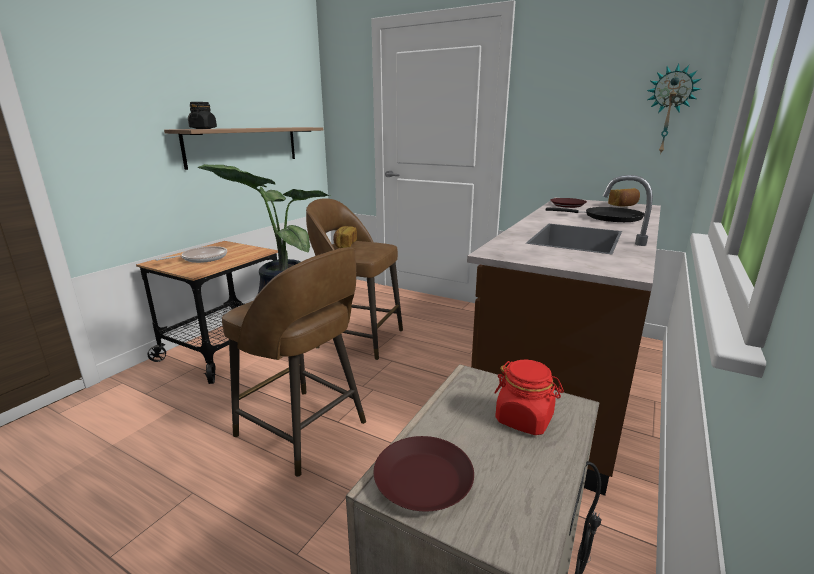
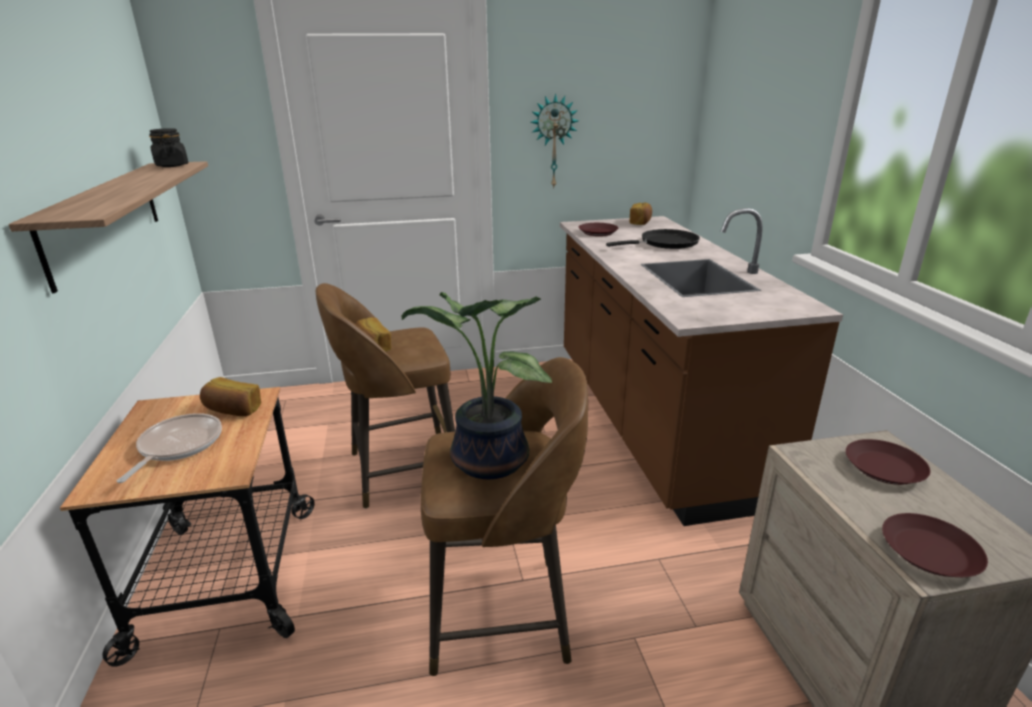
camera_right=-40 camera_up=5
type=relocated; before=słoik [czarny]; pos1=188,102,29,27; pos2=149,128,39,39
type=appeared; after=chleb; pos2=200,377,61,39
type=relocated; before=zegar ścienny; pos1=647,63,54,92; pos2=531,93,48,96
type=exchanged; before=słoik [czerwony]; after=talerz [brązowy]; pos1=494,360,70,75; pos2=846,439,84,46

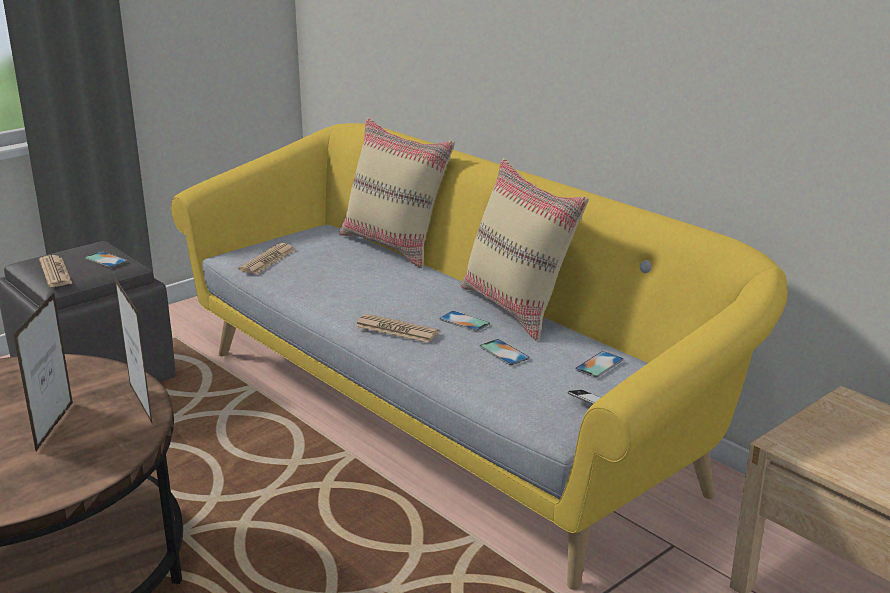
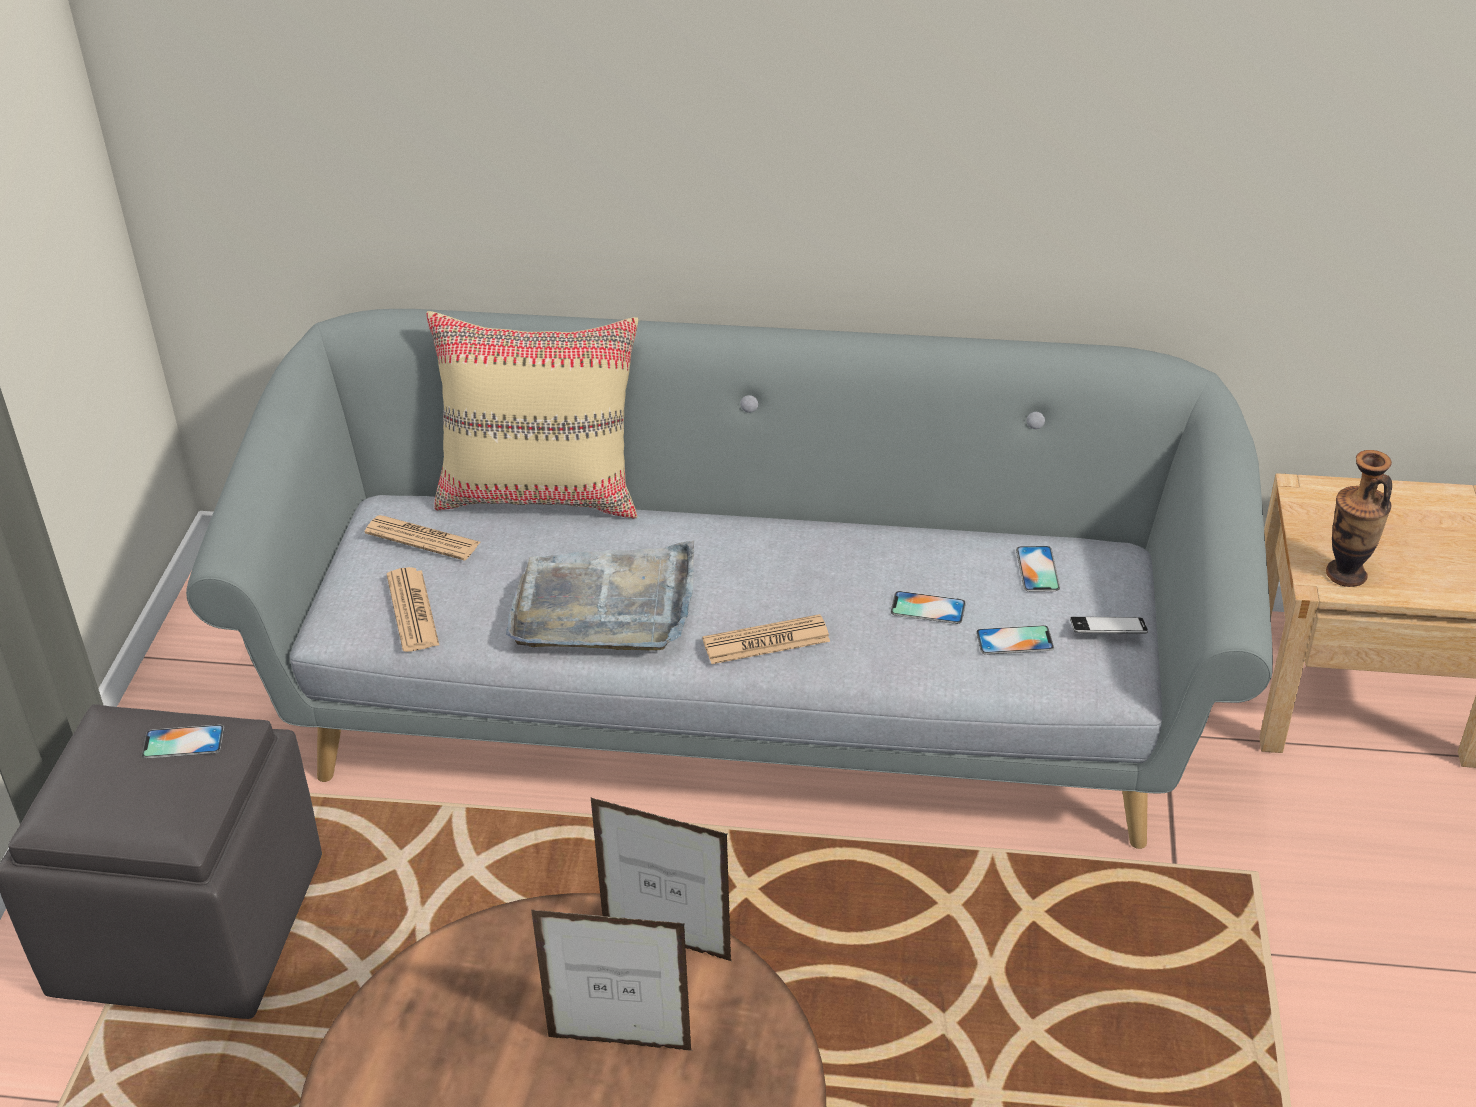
camera_right=-40 camera_up=15
type=colour; before=kanapa [żółty]; after=kanapa [szary]; pos1=171,123,617,467; pos2=186,309,1087,540
type=relocated; before=gazeta; pos1=39,255,33,32; pos2=365,515,115,45
type=appeared; after=taca [szary]; pos2=506,540,188,111
type=spun; before=ramka na zdjęcie; pos1=13,292,60,159; pos2=531,910,161,141; turn=135
type=relocated; before=telefon; pos1=439,311,51,21; pos2=976,625,78,30
type=appeared; after=wazon; pos2=1326,450,66,137
type=missing; before=poduszka [beżowy]; pos1=461,158,128,183

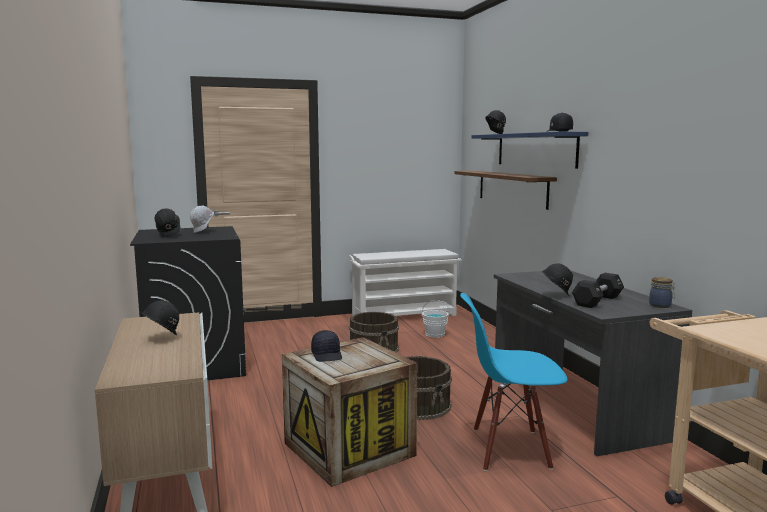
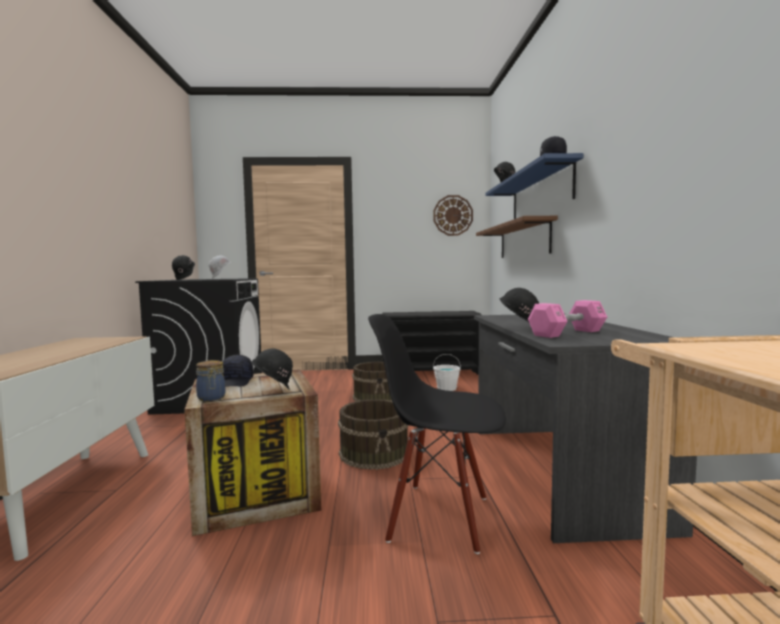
camera_right=15 camera_up=-5
type=relocated; before=słoik; pos1=649,277,26,31; pos2=196,360,29,41
type=relocated; before=kask [czarny]; pos1=142,300,37,36; pos2=251,348,42,43
type=colour; before=krzesło [niebieski]; after=krzesło [czarny]; pos1=460,293,108,178; pos2=368,314,138,240
type=colour; before=regał na buty [biały]; after=regał na buty [czarny]; pos1=348,249,114,67; pos2=382,311,99,64
type=appeared; after=zegar ścienny; pos2=433,195,40,41
type=colour; before=hantel [czarny]; after=hantel [różowy]; pos1=572,273,52,35; pos2=528,300,79,38

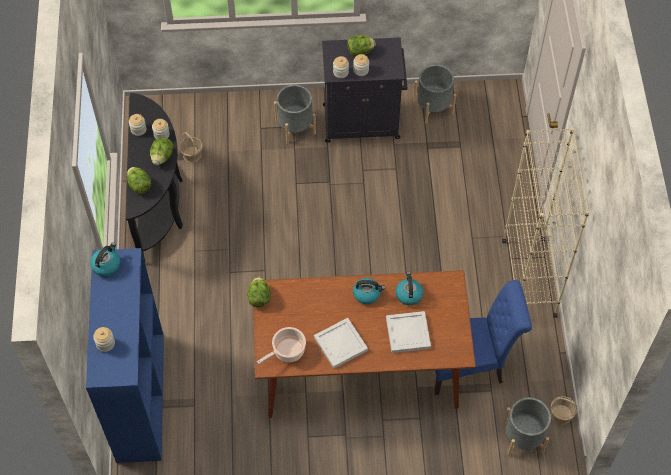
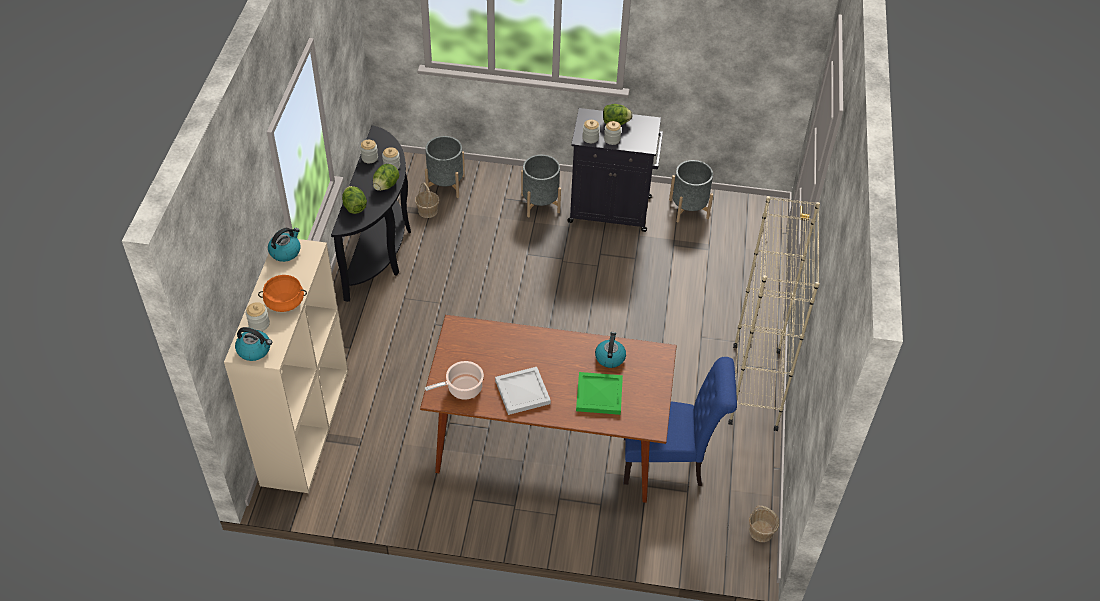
camera_right=10 camera_up=-10
type=colour; before=regał [niebieski]; after=regał [beżowy]; pos1=86,248,78,215; pos2=224,239,124,254
type=relocated; before=czajnik; pos1=353,278,32,26; pos2=235,327,37,34
type=appeared; after=garnek [pomarańczowy]; pos2=258,275,49,37
type=relocated; before=donica [szary]; pos1=503,398,48,58; pos2=425,136,40,62
type=colour; before=taca [biały]; after=taca [zielony]; pos1=386,311,45,42; pos2=576,372,47,43
type=missing; before=sałata; pos1=247,277,24,30

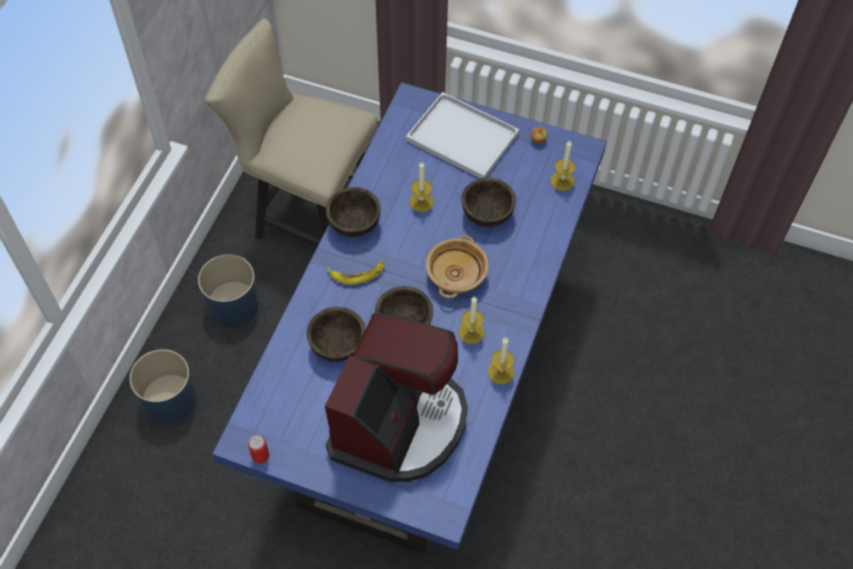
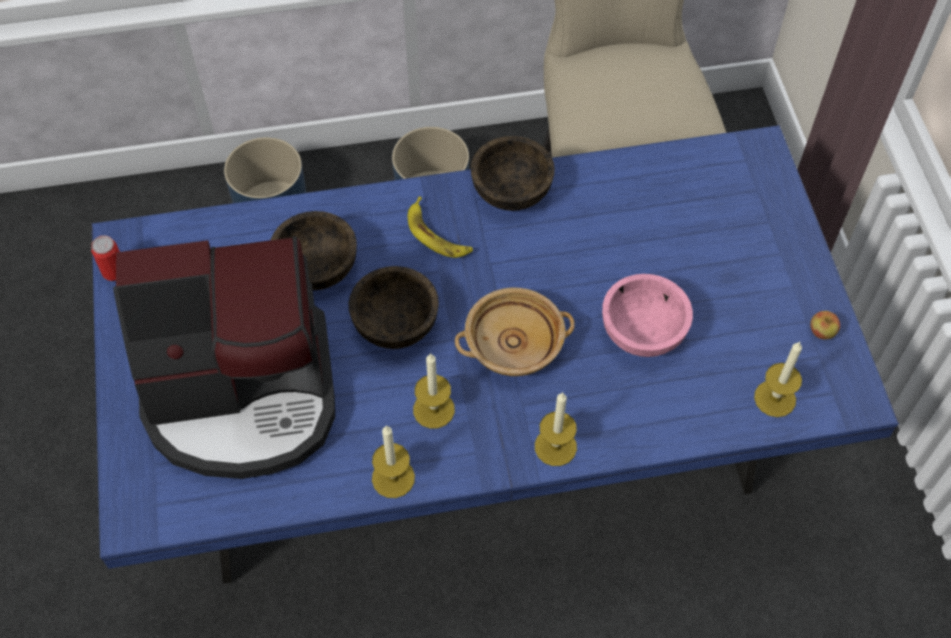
camera_right=60 camera_up=0
type=relocated; before=świeca; pos1=409,162,25,50; pos2=535,392,42,74
type=colour; before=miska [brązowy]; after=miska [różowy]; pos1=462,178,54,49; pos2=602,274,91,83
type=missing; before=taca [biały]; pos1=406,92,114,86

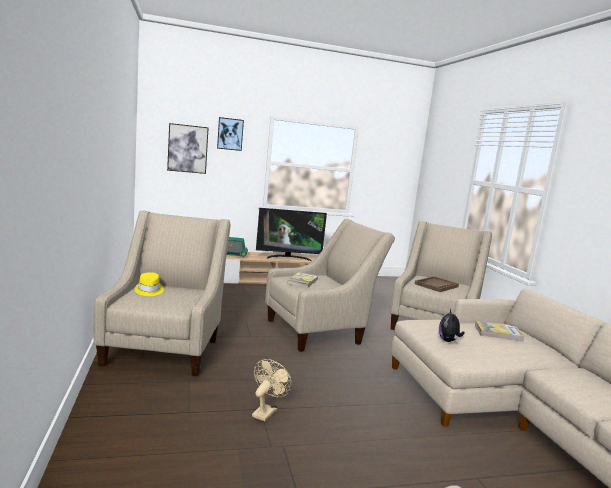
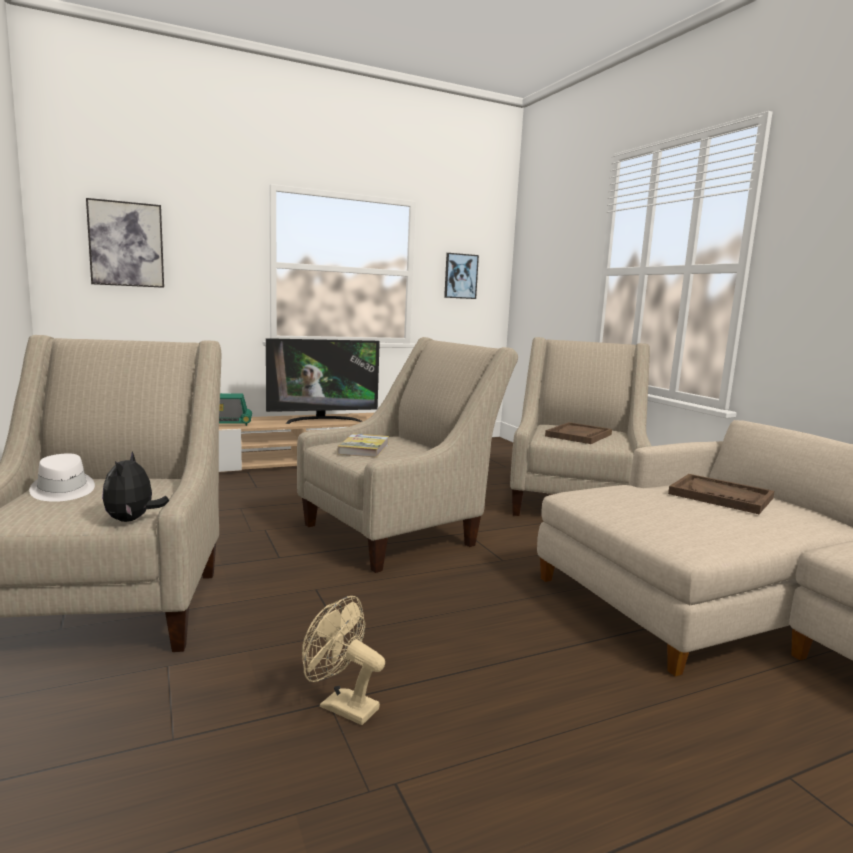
camera_right=-10 camera_up=0
type=colour; before=kapelusz [żółty]; after=kapelusz [biały]; pos1=135,272,29,24; pos2=29,453,66,49
type=relocated; before=pluszak; pos1=439,309,26,33; pos2=102,452,67,70
type=spun; before=wentylator [beżowy]; pos1=252,359,40,62; pos2=302,596,83,129; turn=-75
type=relocated; before=obraz; pos1=217,117,27,34; pos2=444,253,35,46
type=exchanged; before=książka; after=taca [brązowy]; pos1=475,321,50,21; pos2=668,474,106,40

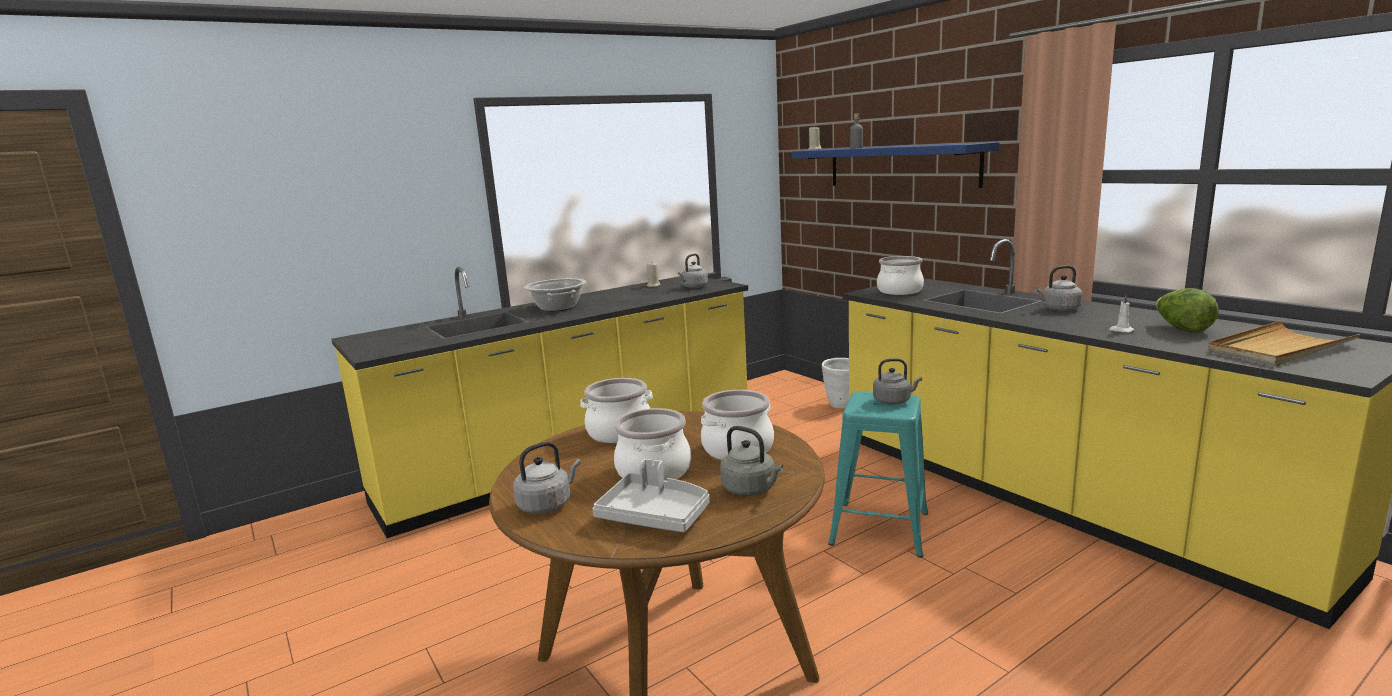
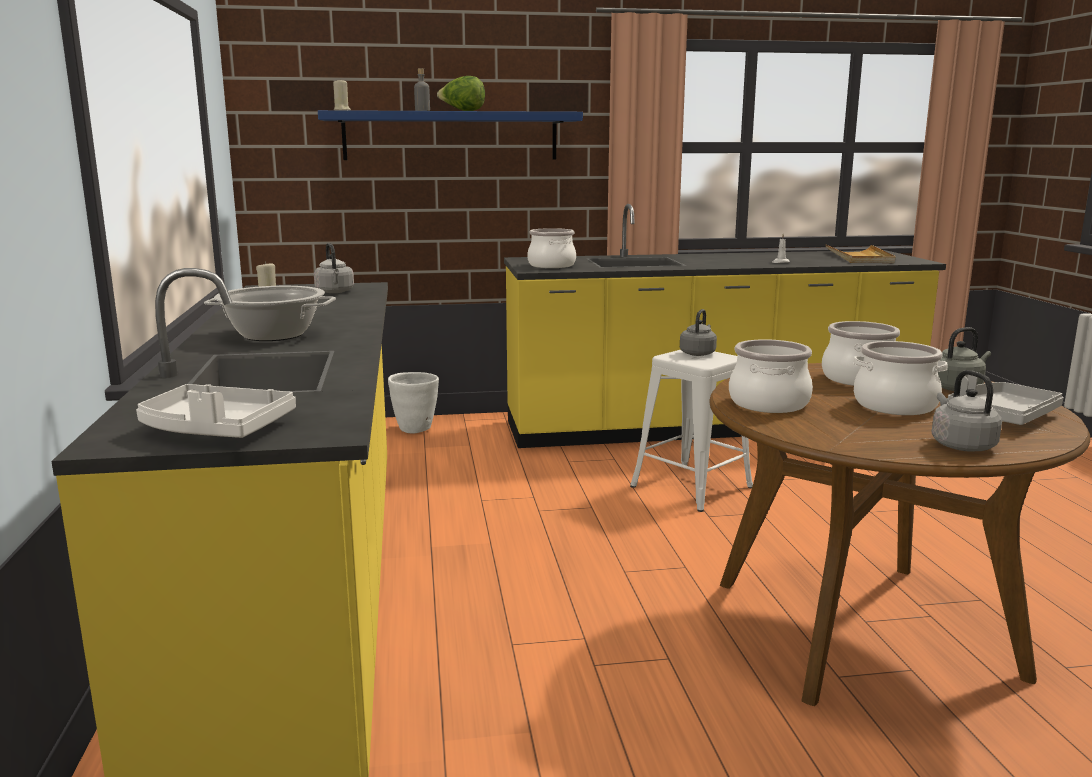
camera_right=-65 camera_up=0
type=appeared; after=taca [biały]; pos2=136,384,160,54
type=relocated; before=sałata; pos1=1156,288,63,45; pos2=437,76,48,35
type=colour; before=stołek [turkusowy]; after=stołek [biały]; pos1=828,392,100,166; pos2=630,350,123,162
type=missing; before=czajnik [szary]; pos1=1034,266,48,45

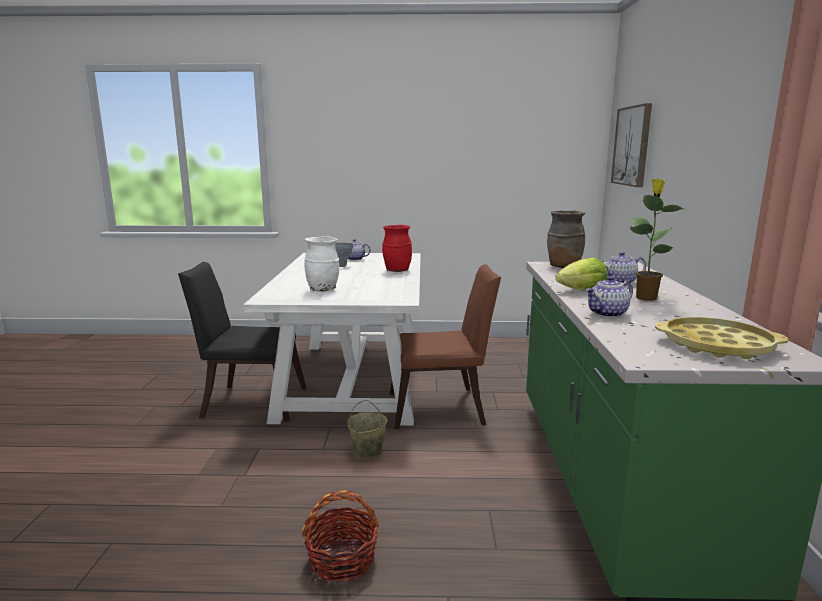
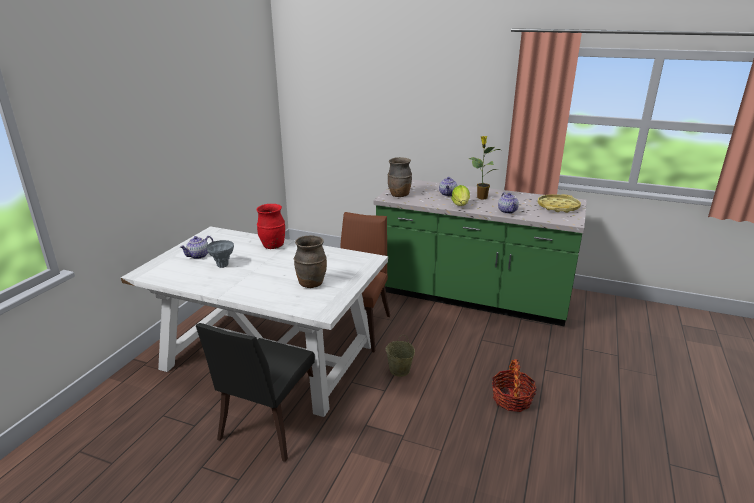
camera_right=-70 camera_up=10
type=colour; before=wazon [biały]; after=wazon [brązowy]; pos1=304,236,35,55; pos2=294,235,33,53
type=missing; before=obraz; pos1=611,103,41,84

